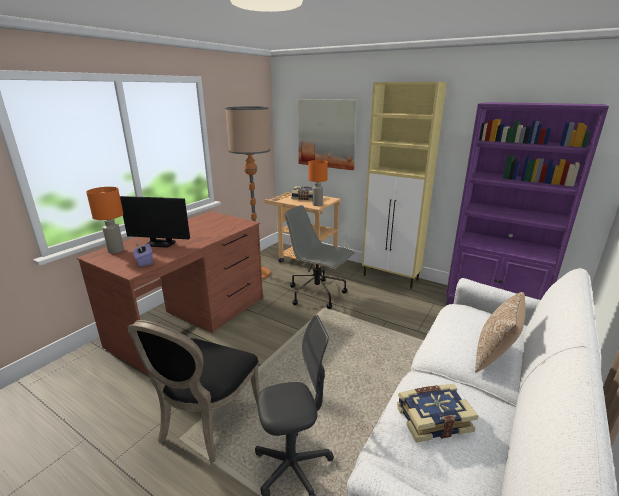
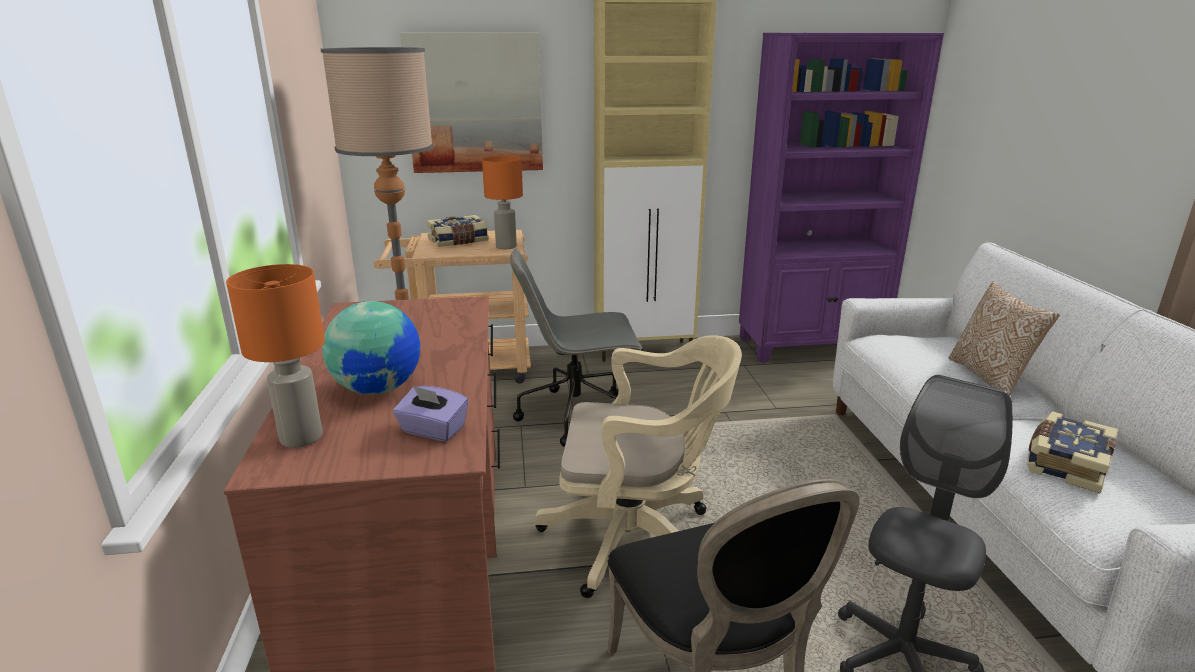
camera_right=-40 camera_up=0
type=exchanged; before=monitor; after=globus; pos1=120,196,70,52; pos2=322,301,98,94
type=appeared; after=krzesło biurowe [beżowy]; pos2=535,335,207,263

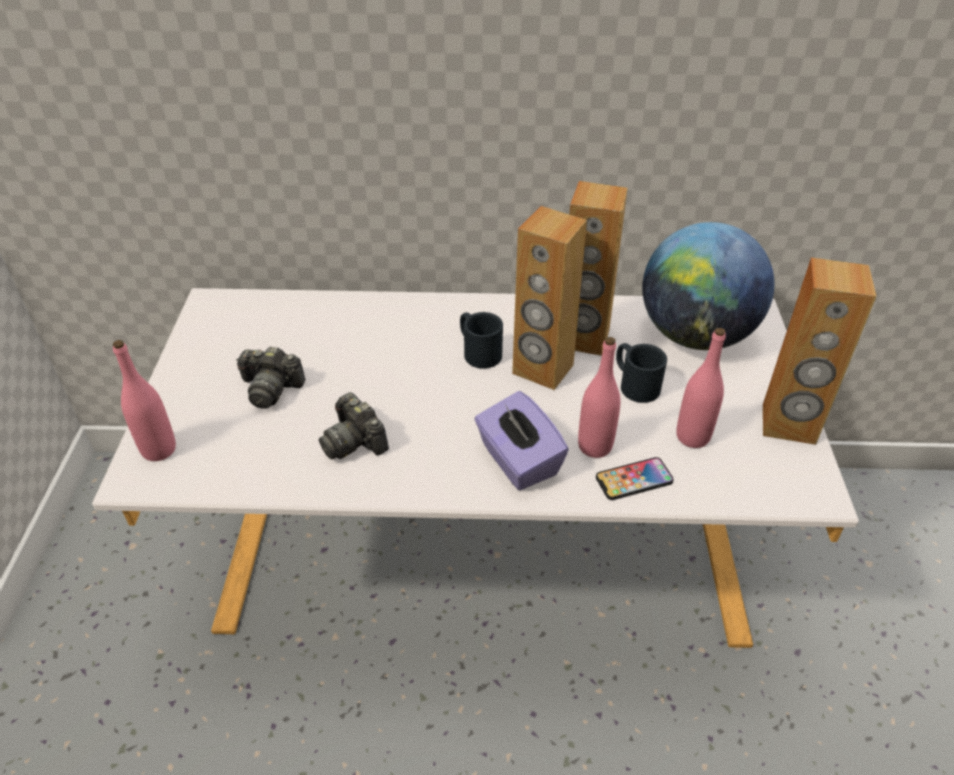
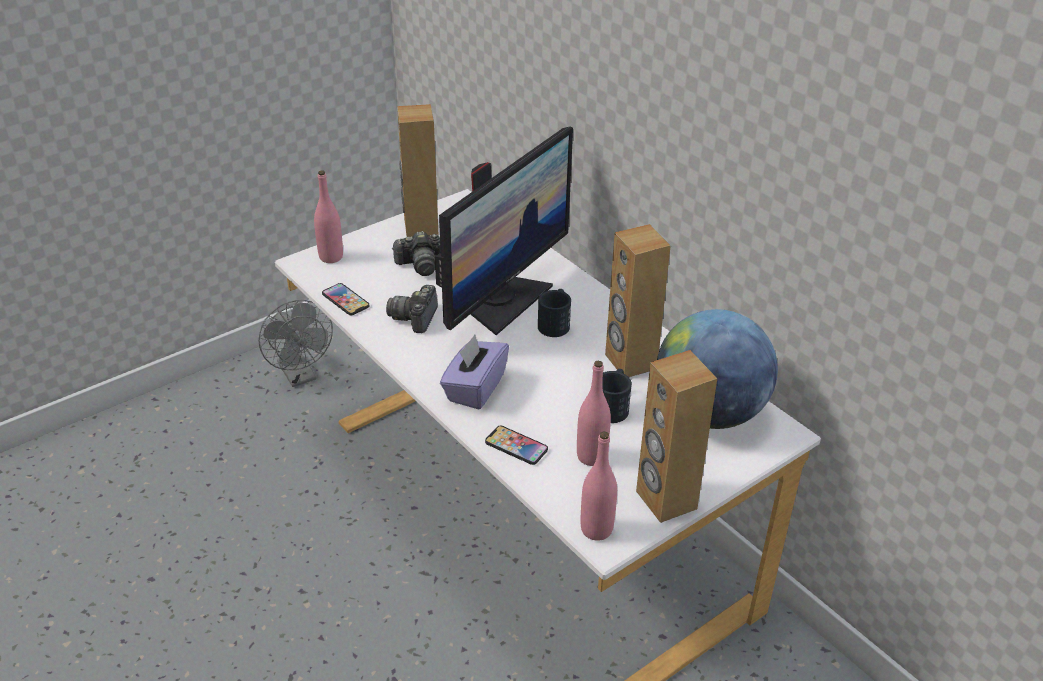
camera_right=50 camera_up=-5
type=appeared; after=wentylator [szary]; pos2=258,300,75,87
type=appeared; after=telefon; pos2=322,283,48,32
type=spun; before=aparat fotograficzny; pos1=236,346,70,63; pos2=393,231,48,45; turn=-75
type=relocated; before=głośnik [brązowy]; pos1=512,206,75,184; pos2=397,104,42,133
type=appeared; after=monitor; pos2=435,126,138,209
type=relocated; before=butelka [różowy]; pos1=578,337,43,121; pos2=580,431,37,110

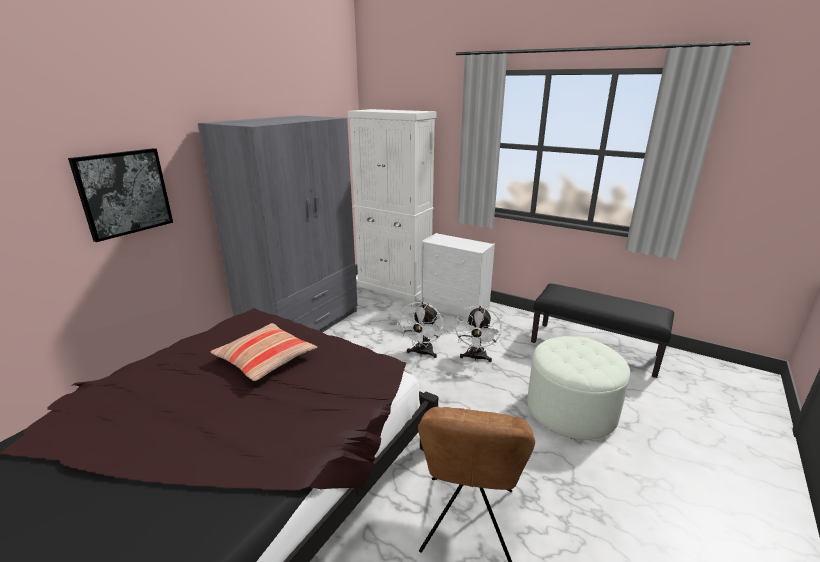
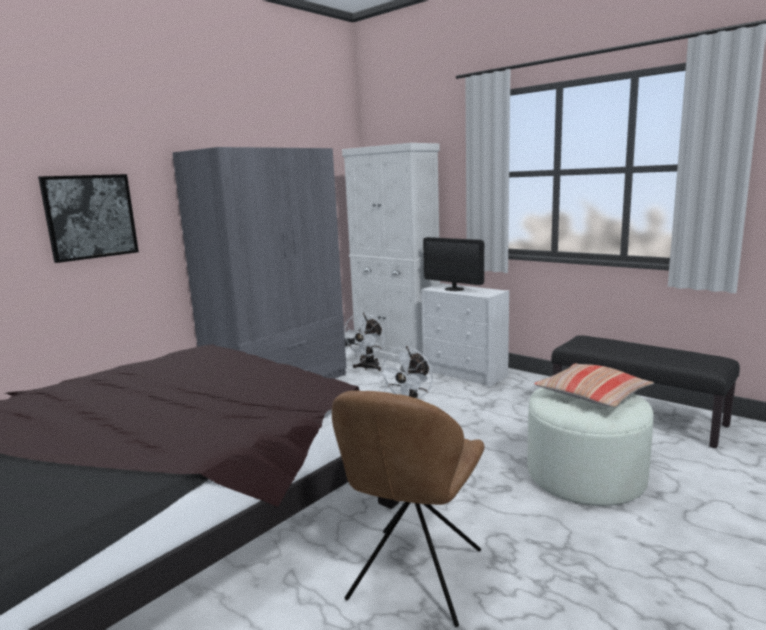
camera_right=10 camera_up=-10
type=relocated; before=wentylator [biały]; pos1=453,306,49,56; pos2=344,313,41,58
type=appeared; after=monitor; pos2=423,237,61,54
type=relocated; before=poduszka; pos1=210,323,107,58; pos2=534,363,120,44

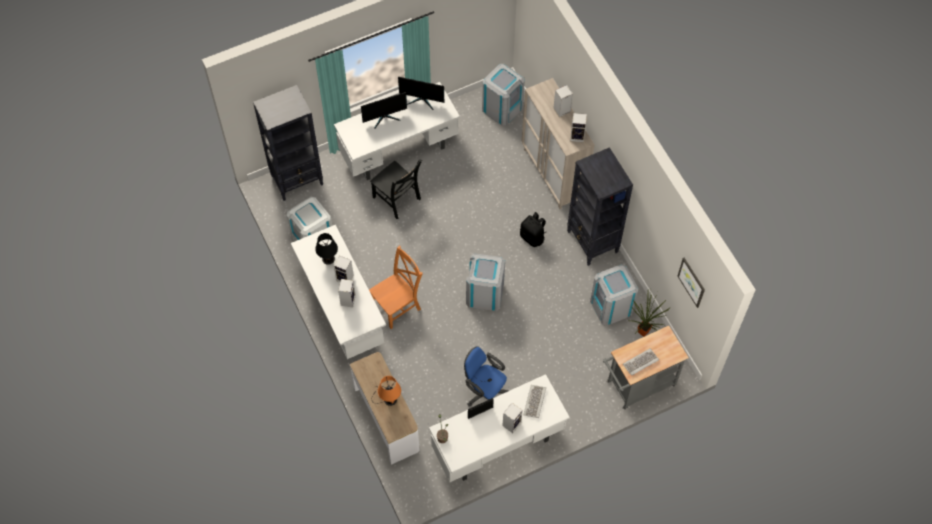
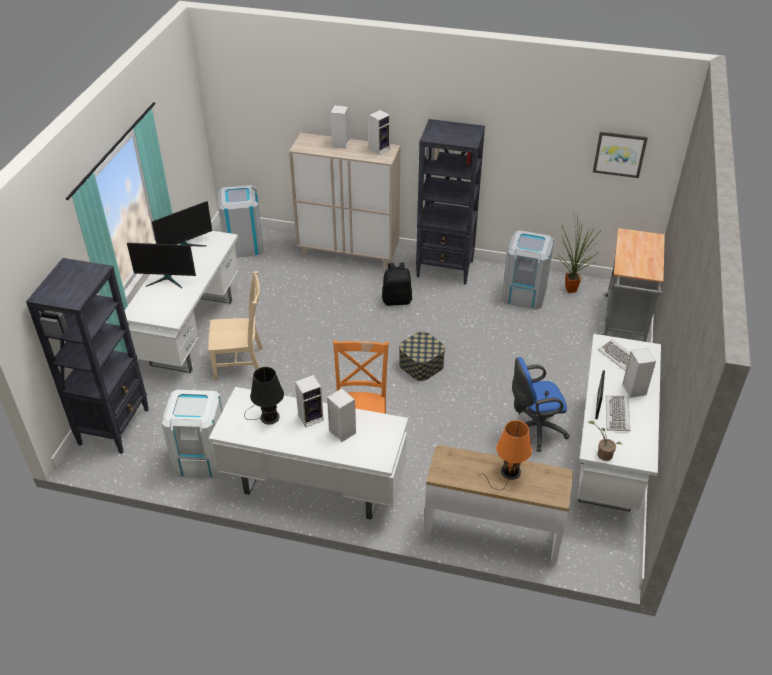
camera_right=-50 camera_up=-20
type=spun; before=monitor; pos1=361,92,46,37; pos2=127,243,69,45; turn=75
type=colour; before=krzesło [czarny]; after=krzesło [beżowy]; pos1=370,159,52,60; pos2=208,271,55,110
type=exchanged; before=kosz na śmieci [szary]; after=pojemnik do przechowywania; pos1=466,253,39,58; pos2=399,332,46,49
type=relocated; before=klawiatura; pos1=623,348,36,28; pos2=606,395,24,36

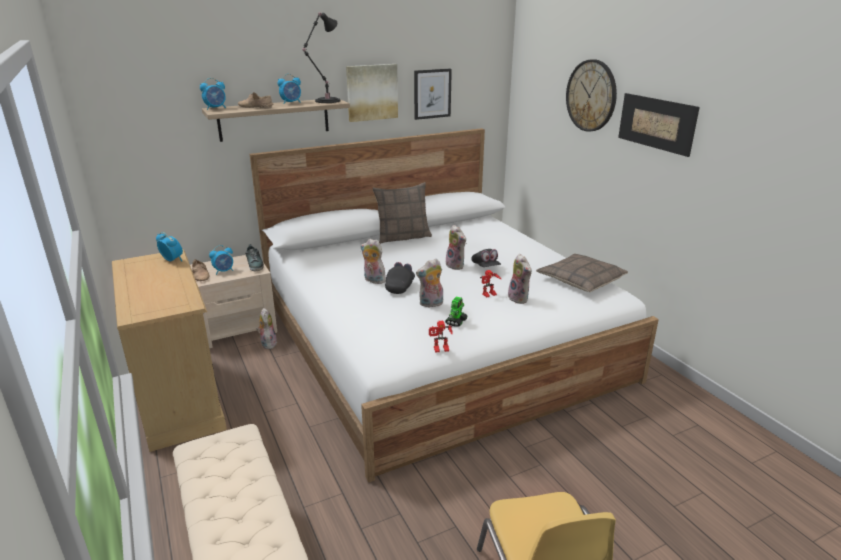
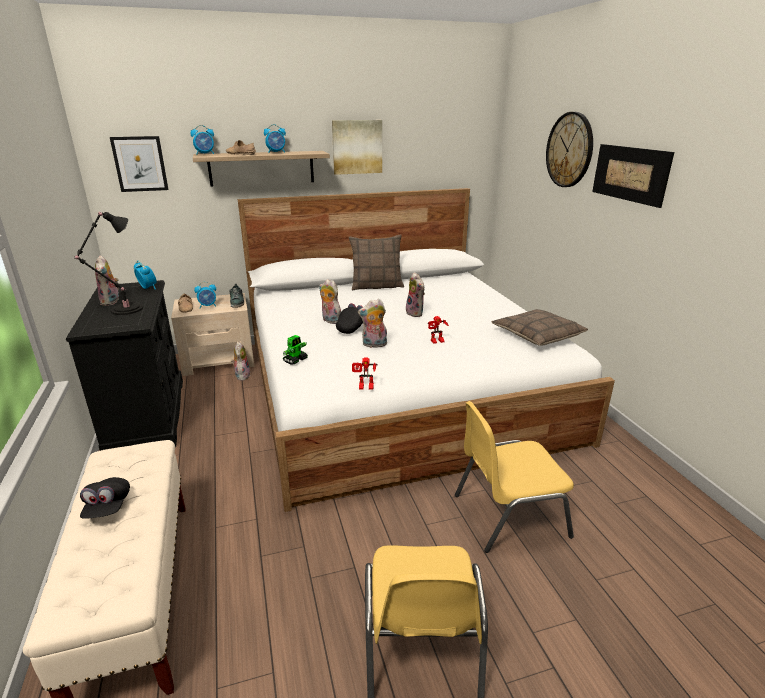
camera_right=10 camera_up=0
type=colour; before=komoda [beżowy]; after=komoda [czarny]; pos1=112,249,115,203; pos2=66,280,117,171
type=relocated; before=lampa stołowa [czarny]; pos1=302,12,38,91; pos2=75,212,68,103
type=relocated; before=czapka z daszkiem [czarny]; pos1=472,249,29,18; pos2=80,477,50,42
type=relocated; before=pluszak; pos1=508,254,24,50; pos2=95,255,24,51
type=relocated; before=obraz; pos1=414,68,38,52; pos2=110,136,59,56
type=relocated; before=robot zabawkowy; pos1=445,297,23,30; pos2=283,335,25,30
type=appeared; after=krzesło [żółty]; pos2=455,401,119,152

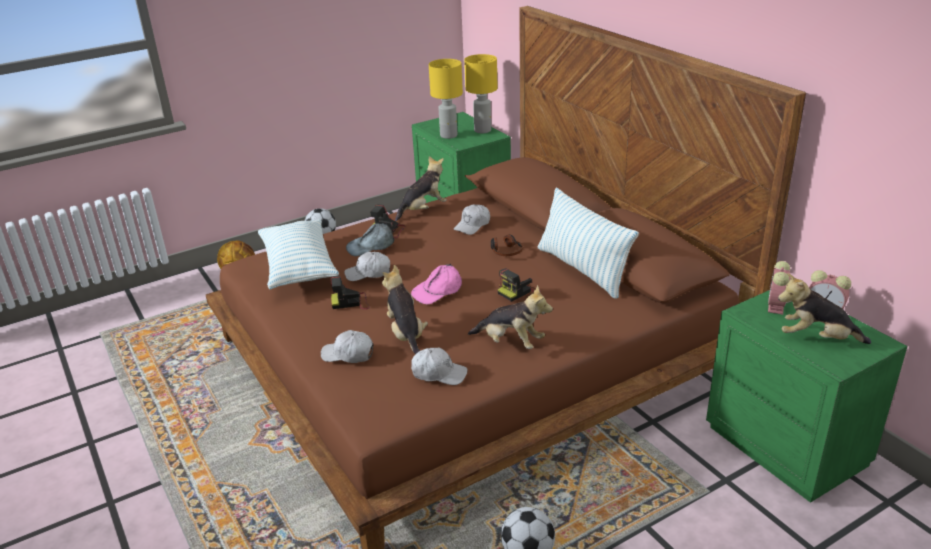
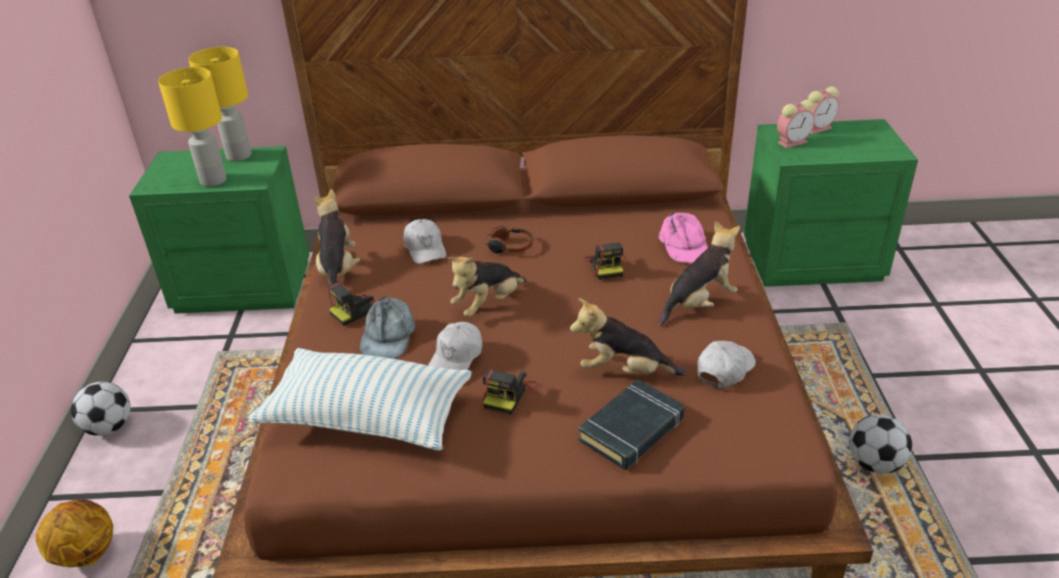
camera_right=-60 camera_up=5
type=relocated; before=pluszak; pos1=778,273,93,71; pos2=447,257,79,60
type=exchanged; before=czapka z daszkiem [biały]; after=książka [czarny]; pos1=321,330,53,33; pos2=578,379,107,91
type=relocated; before=czapka z daszkiem [różowy]; pos1=411,264,51,40; pos2=659,212,49,51
type=spun; before=budzik; pos1=768,261,23,54; pos2=777,100,38,48; turn=-75
type=missing; before=poduszka; pos1=538,188,101,111

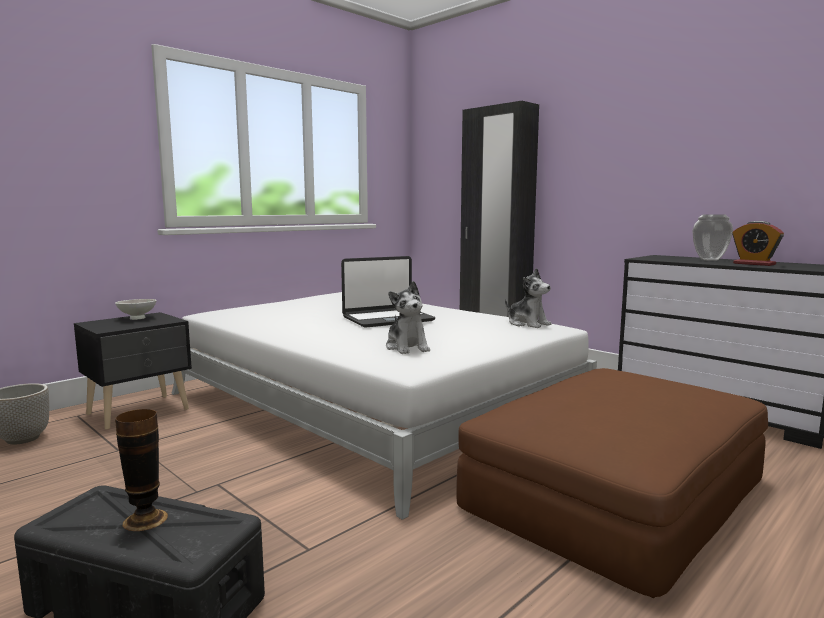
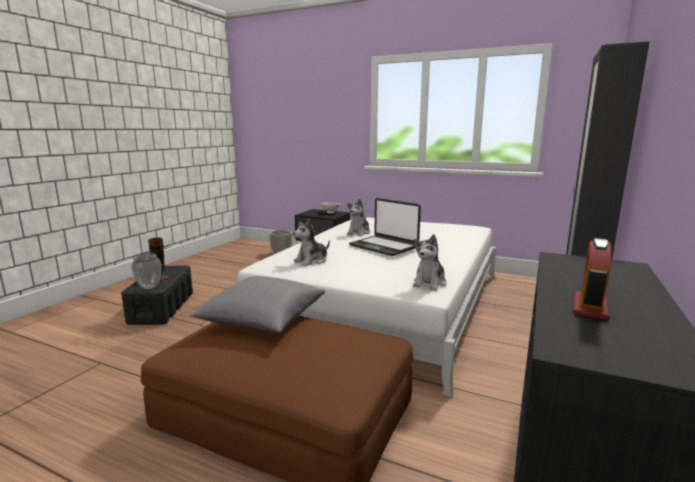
camera_right=70 camera_up=5
type=relocated; before=wazon; pos1=692,214,41,47; pos2=131,252,31,37
type=appeared; after=poduszka [szary]; pos2=190,276,135,57
type=appeared; after=pluszak; pos2=347,199,23,37

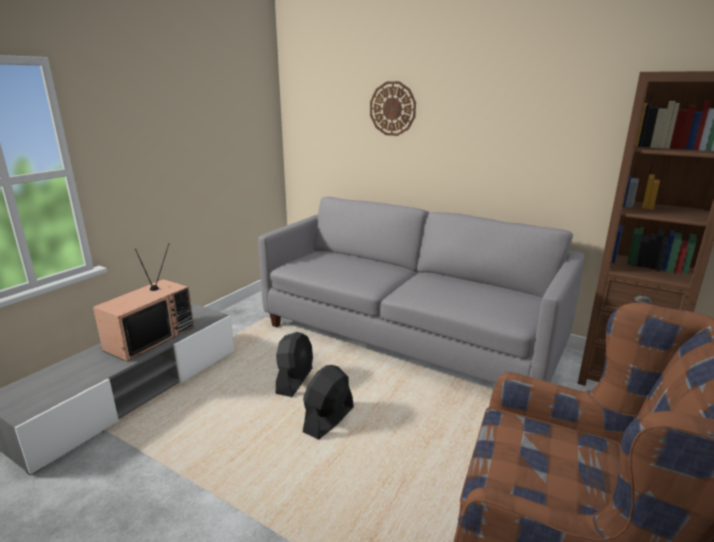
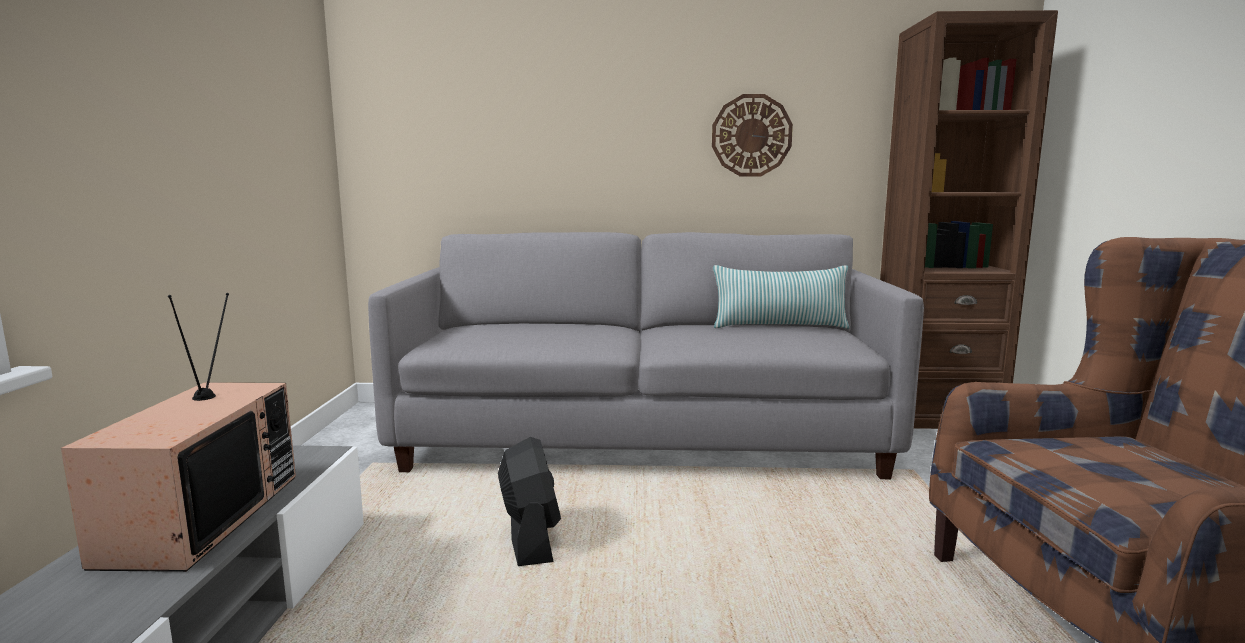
camera_right=-30 camera_up=-10
type=relocated; before=zegar ścienny; pos1=370,81,46,55; pos2=712,94,81,82
type=appeared; after=poduszka; pos2=713,265,136,64
type=missing; before=wentylator [czarny]; pos1=303,365,51,75

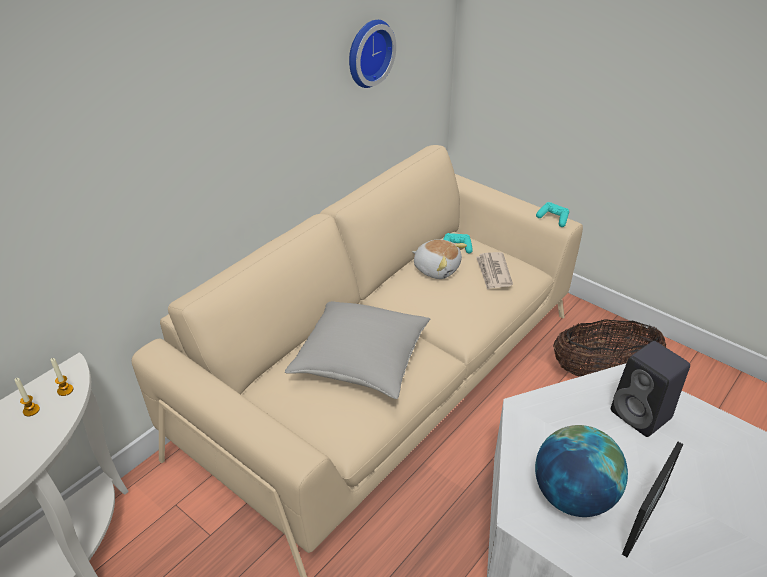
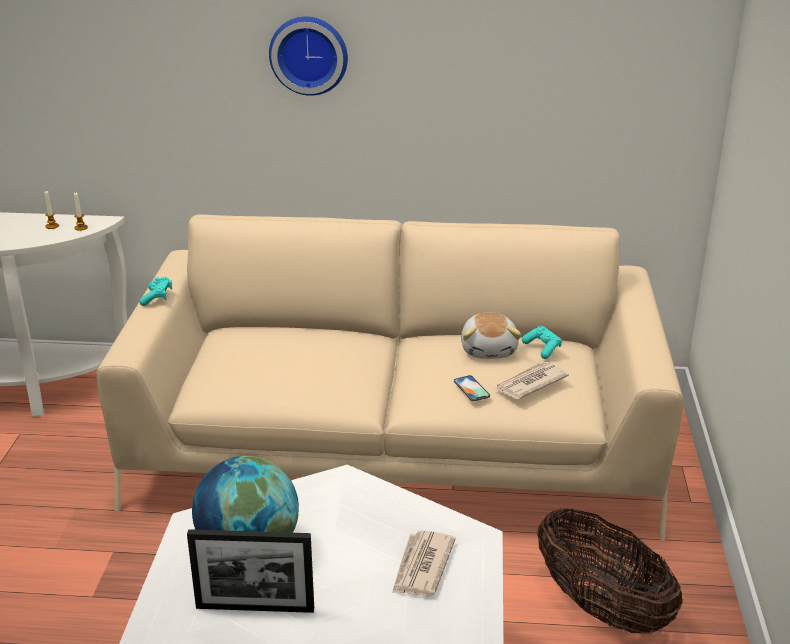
camera_right=55 camera_up=-10
type=relocated; before=pad do gier [turkusowy]; pos1=536,202,33,25; pos2=139,277,33,29
type=relocated; before=zegar ścienny; pos1=349,20,47,68; pos2=269,17,79,79
type=exchanged; before=głośnik [czarny]; after=gazeta; pos1=611,341,79,96; pos2=392,530,64,67
type=appeared; after=telefon; pos2=454,375,36,26
type=missing; before=poduszka [szary]; pos1=285,301,146,98

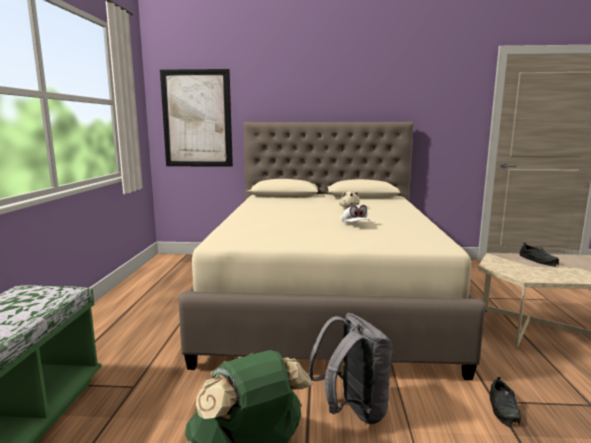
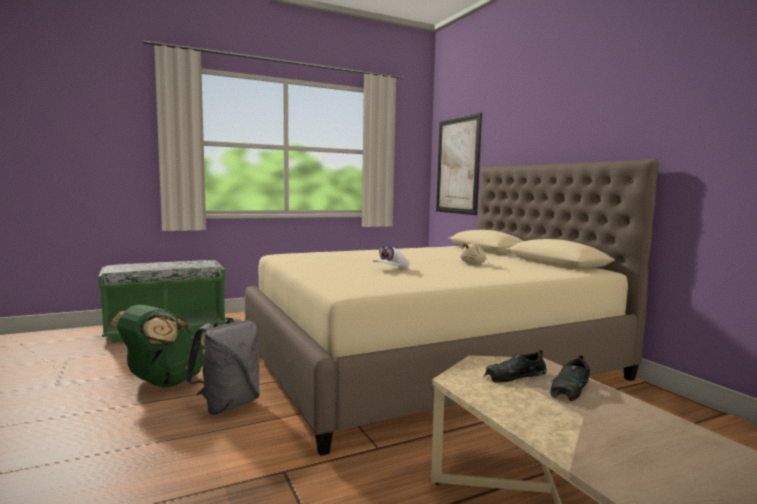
camera_right=60 camera_up=-5
type=relocated; before=but [czarny]; pos1=490,377,31,50; pos2=484,349,63,34

